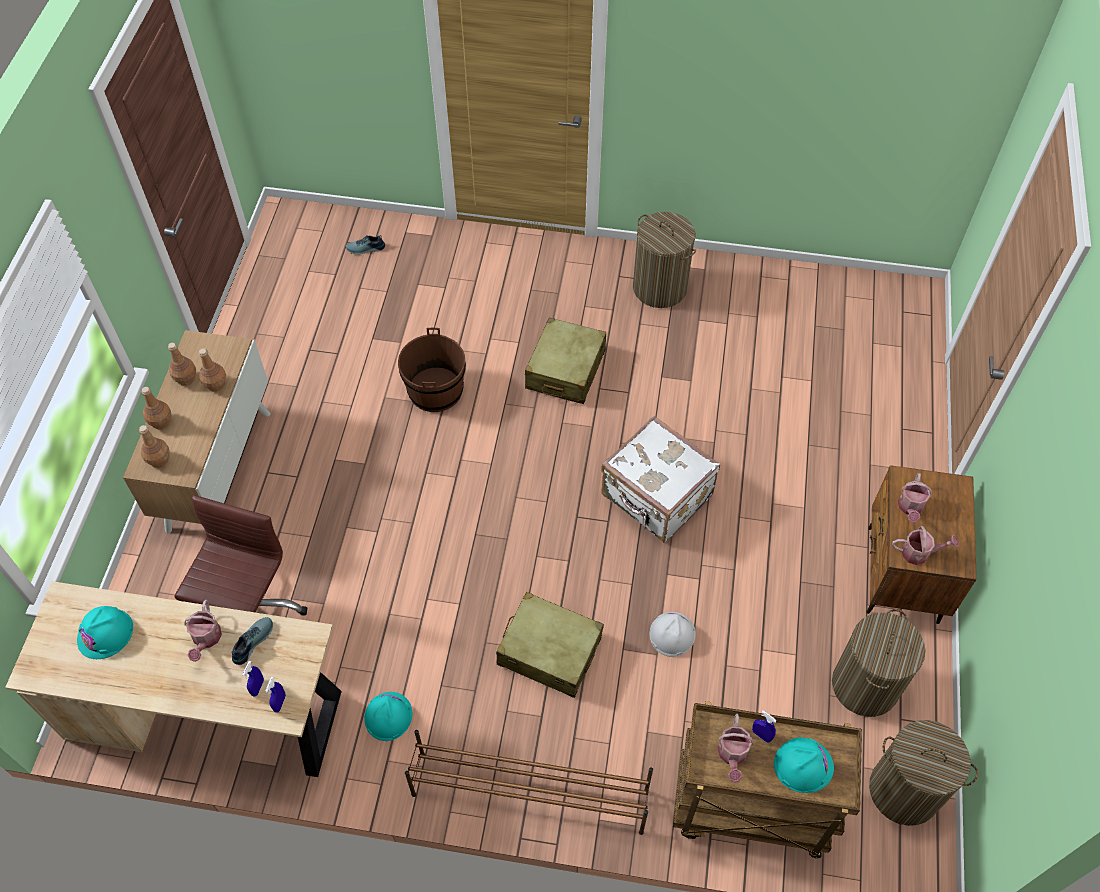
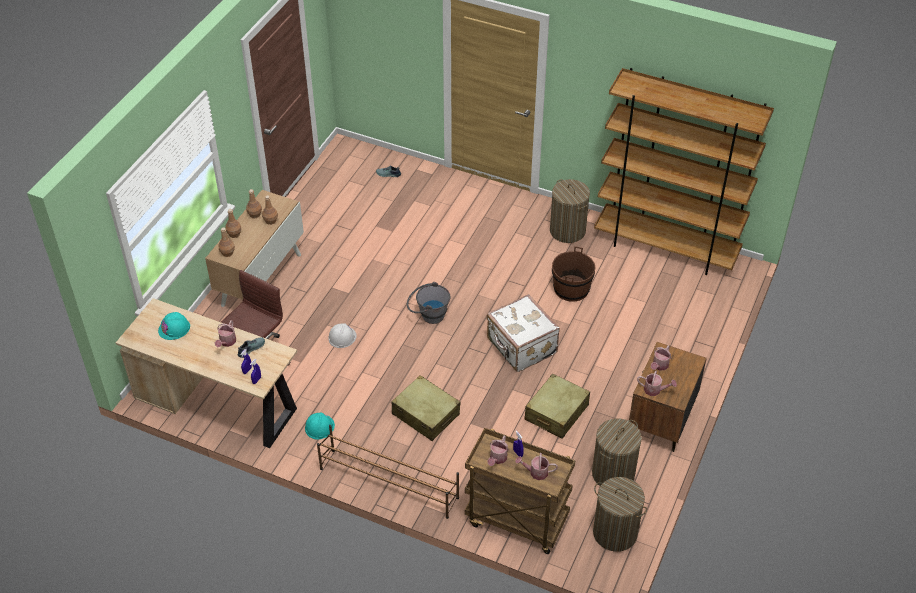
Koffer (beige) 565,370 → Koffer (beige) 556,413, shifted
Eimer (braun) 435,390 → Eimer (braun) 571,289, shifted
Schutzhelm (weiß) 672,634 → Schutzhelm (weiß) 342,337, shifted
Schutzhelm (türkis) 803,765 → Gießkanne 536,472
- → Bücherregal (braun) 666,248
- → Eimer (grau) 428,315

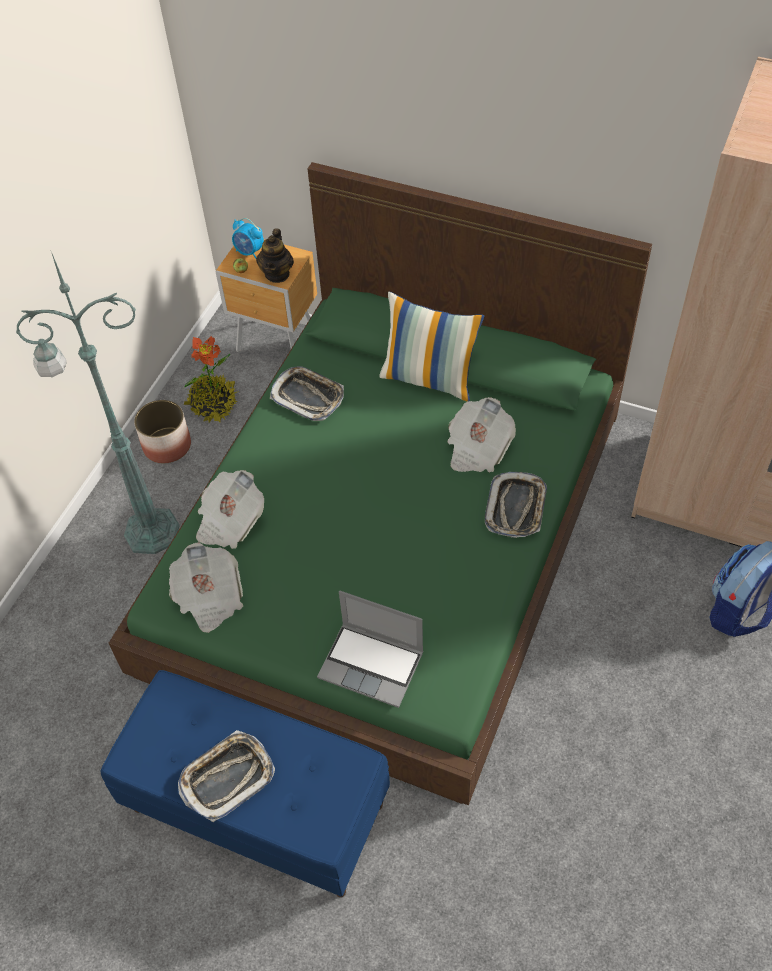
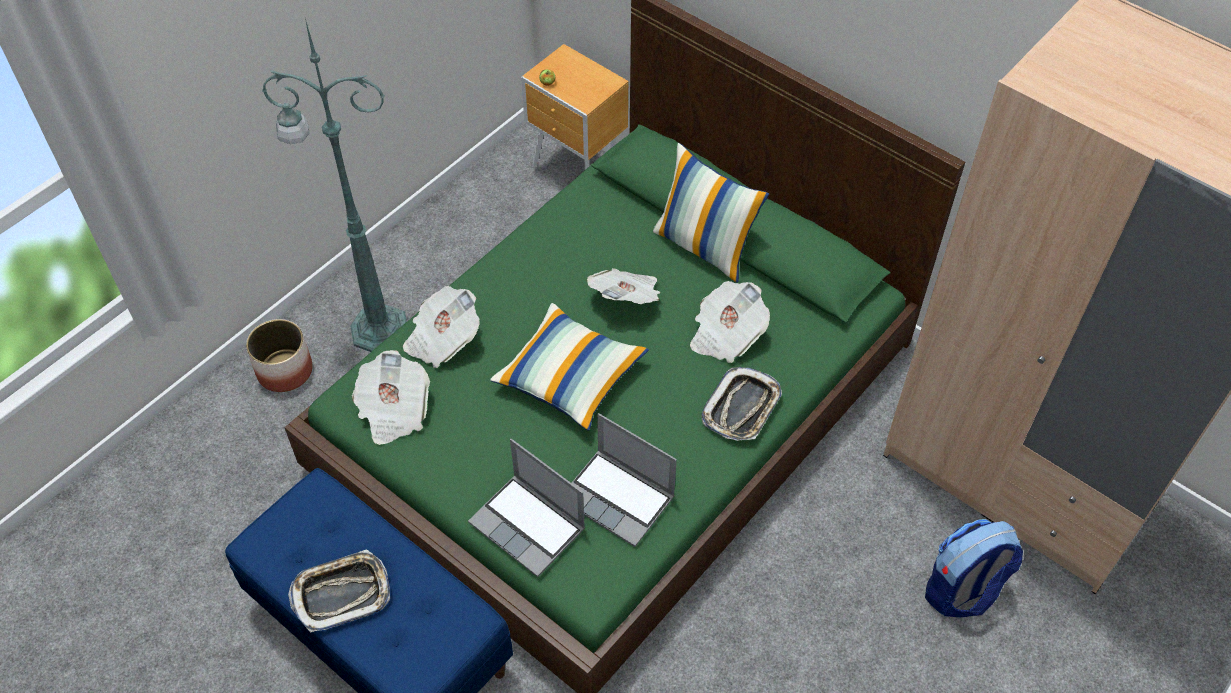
Wecker 249,252 → -
Teekanne 277,274 → -
Topfpflanze 213,405 → -
Tablett 308,397 → -
Pflanzkübel 167,445 → Pflanzkübel 285,370, shifted
- → Zeitung 627,298
- → Kissen 570,377
- → Laptop 619,498

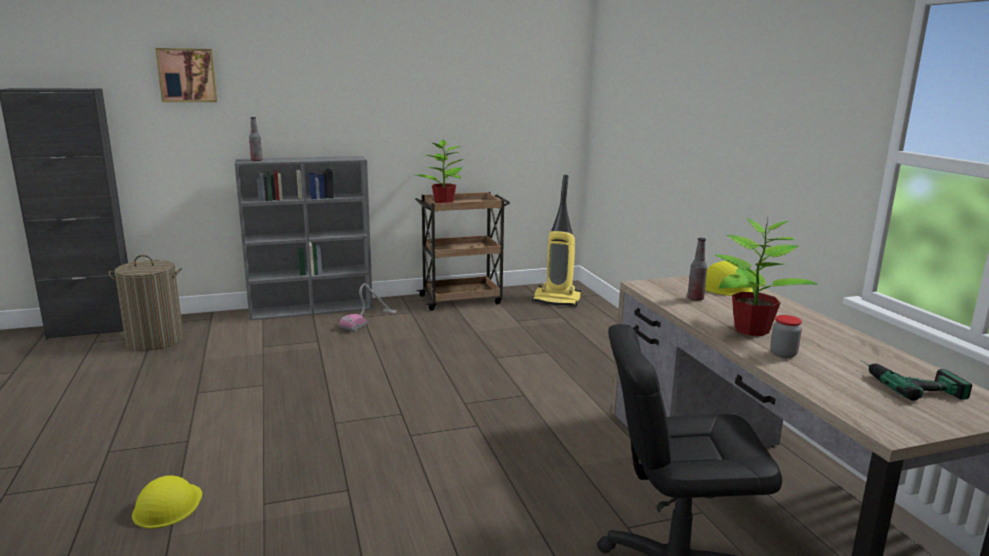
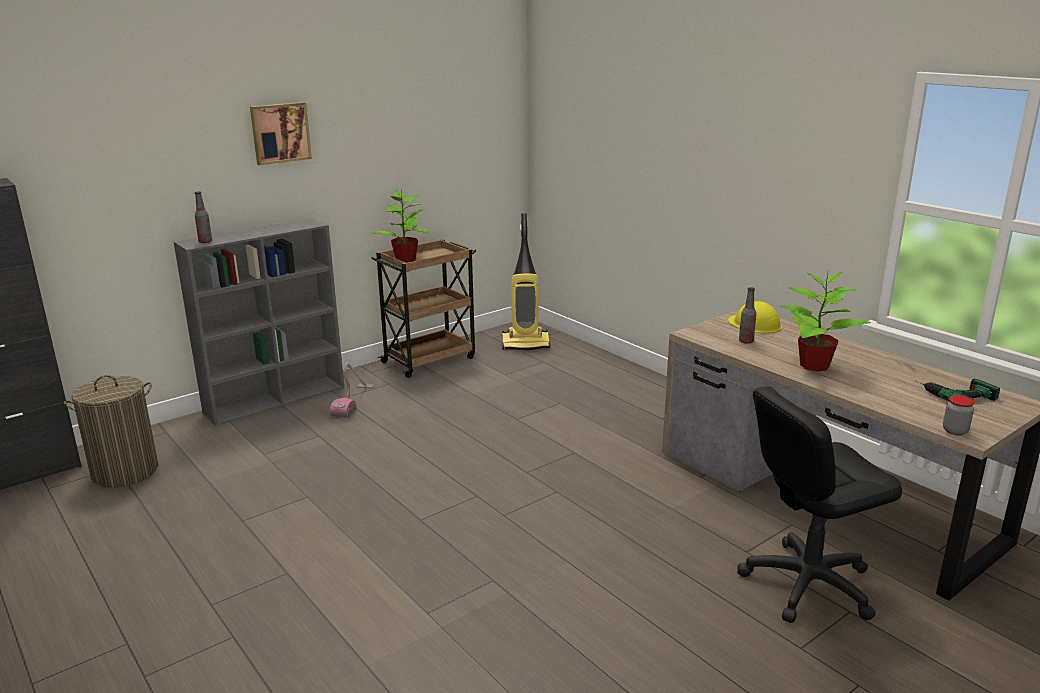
Bild 187,75 → Bild 280,133, shifted
Vorratsglas 783,354 → Vorratsglas 955,431, shifted
Schutzhelm (gelb) 167,505 → -

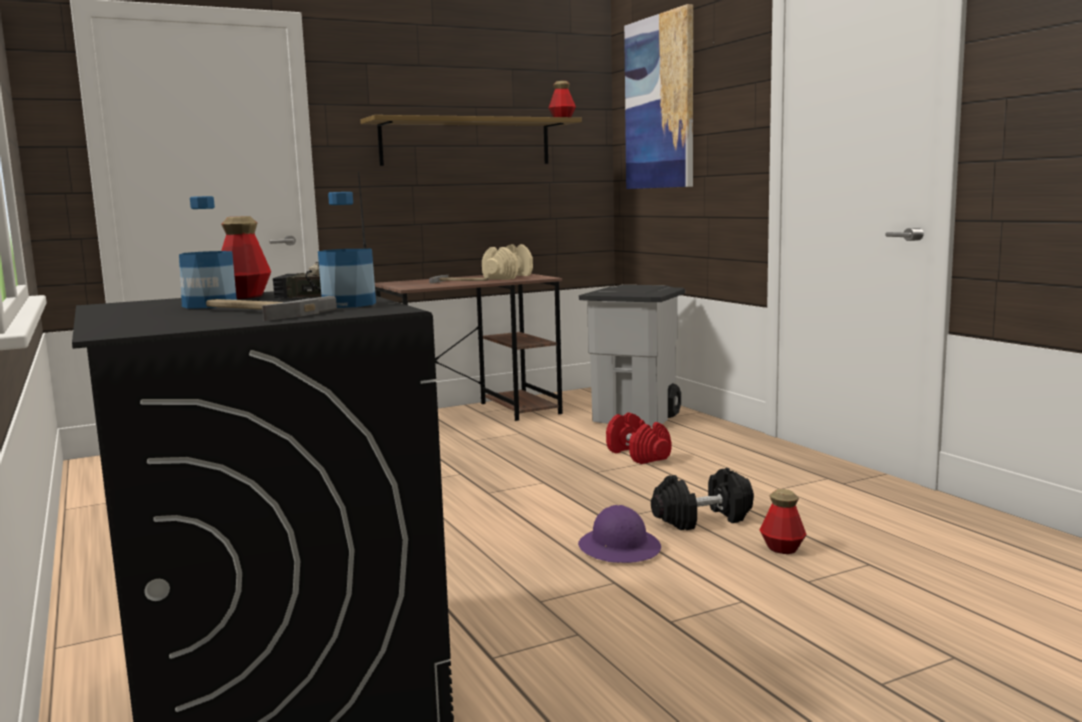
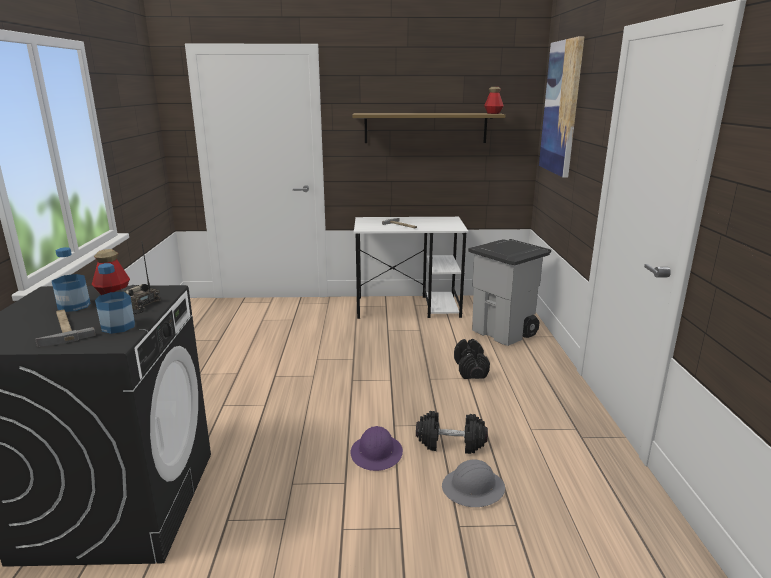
Hantel (beige) 508,277 → -
Schreibtisch (braun) 474,415 → Schreibtisch (weiß) 408,307
Hantel (rot) 638,455 → Hantel (schwarz) 471,369
Flasche 782,548 → Schutzhelm (grau) 473,488

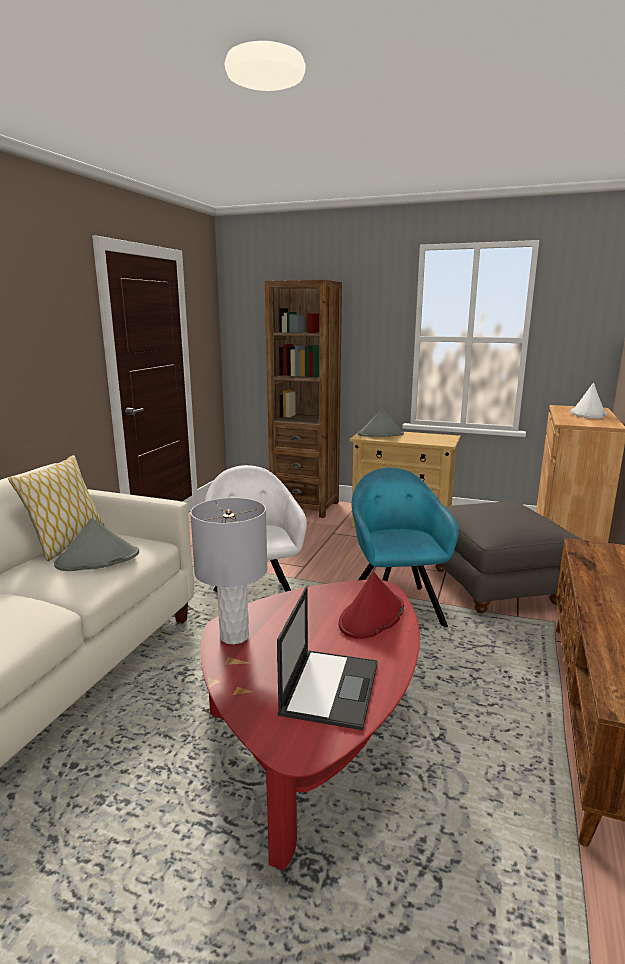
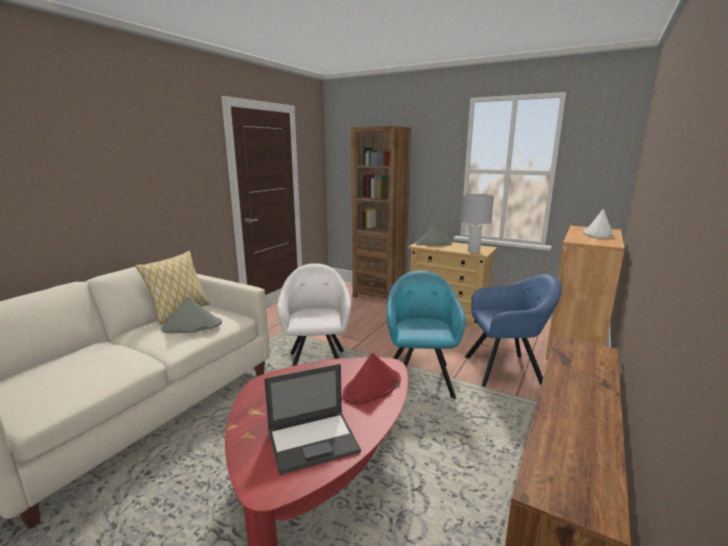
Tischlampe (grau) 235,636 → Tischlampe (grau) 474,251, shifted
Polsterhocker (grau) 495,587 → Sessel (blau) 506,369
Laptop 330,687 → Laptop 314,441, 45 degrees clockwise

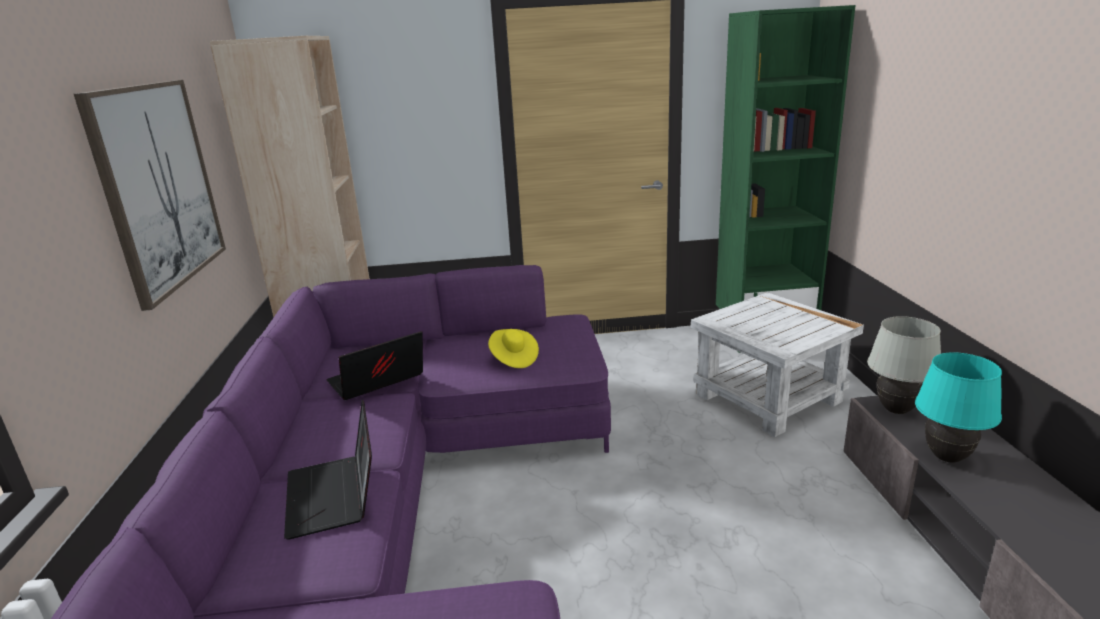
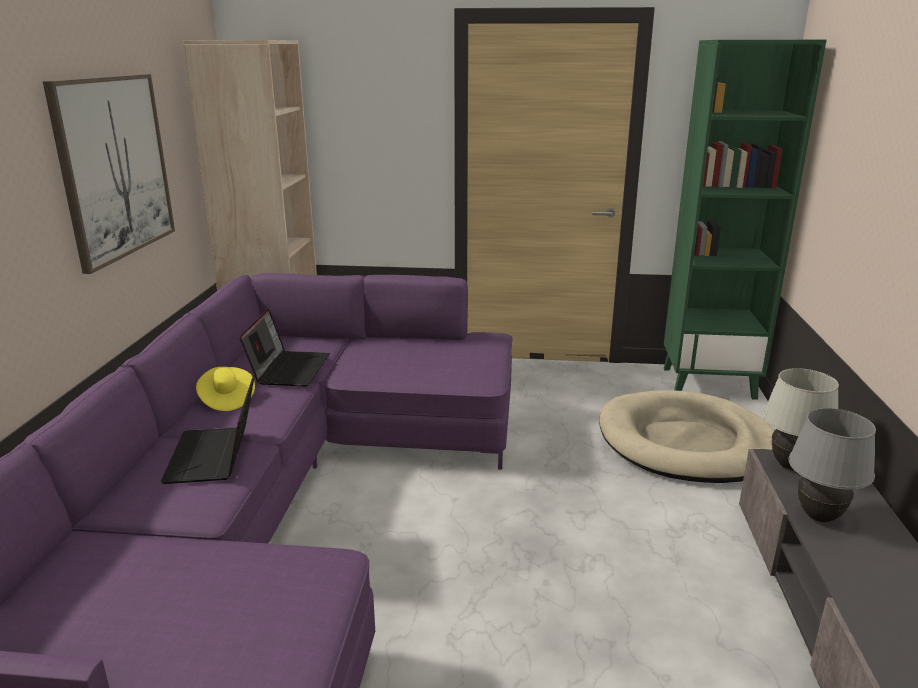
Beistelltisch (weiß) 770,398 → Hundebett (beige) 687,443
Hut (gelb) 513,359 → Hut (gelb) 226,400, shifted
Laptop 376,382 → Laptop 288,369, 120 degrees clockwise
Tischlampe (türkis) 947,457 → Tischlampe (grau) 819,517

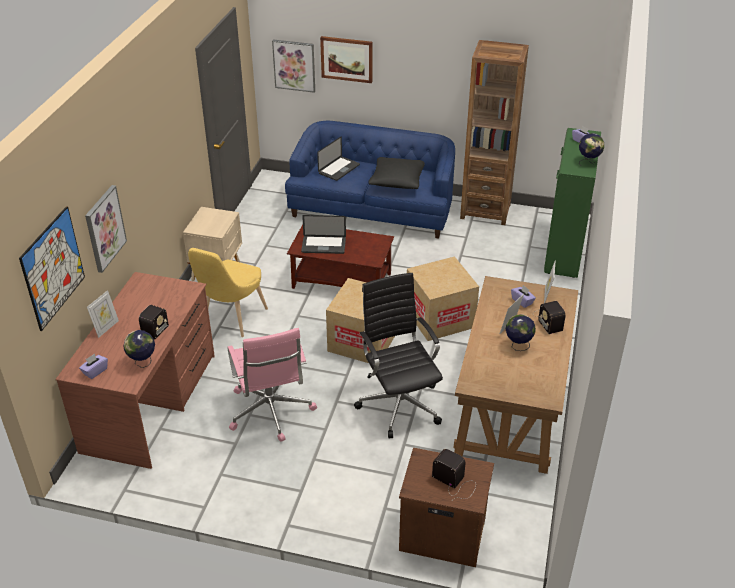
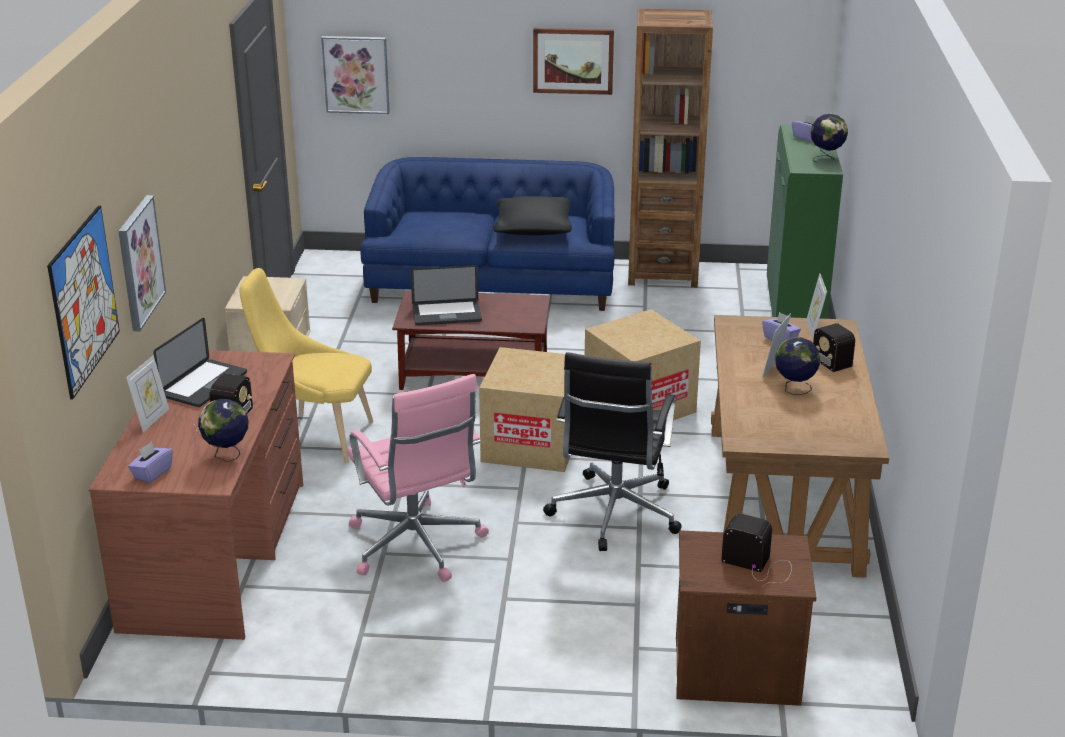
Bild 347,59 → Bild 573,60, shifted
Laptop 339,169 → Laptop 204,385, shifted
Stuhl (gelb) 232,320 → Stuhl (gelb) 316,437, 90 degrees clockwise
Bürostuhl (schwarz) 399,403 → Bürostuhl (schwarz) 613,515, 135 degrees counterclockwise

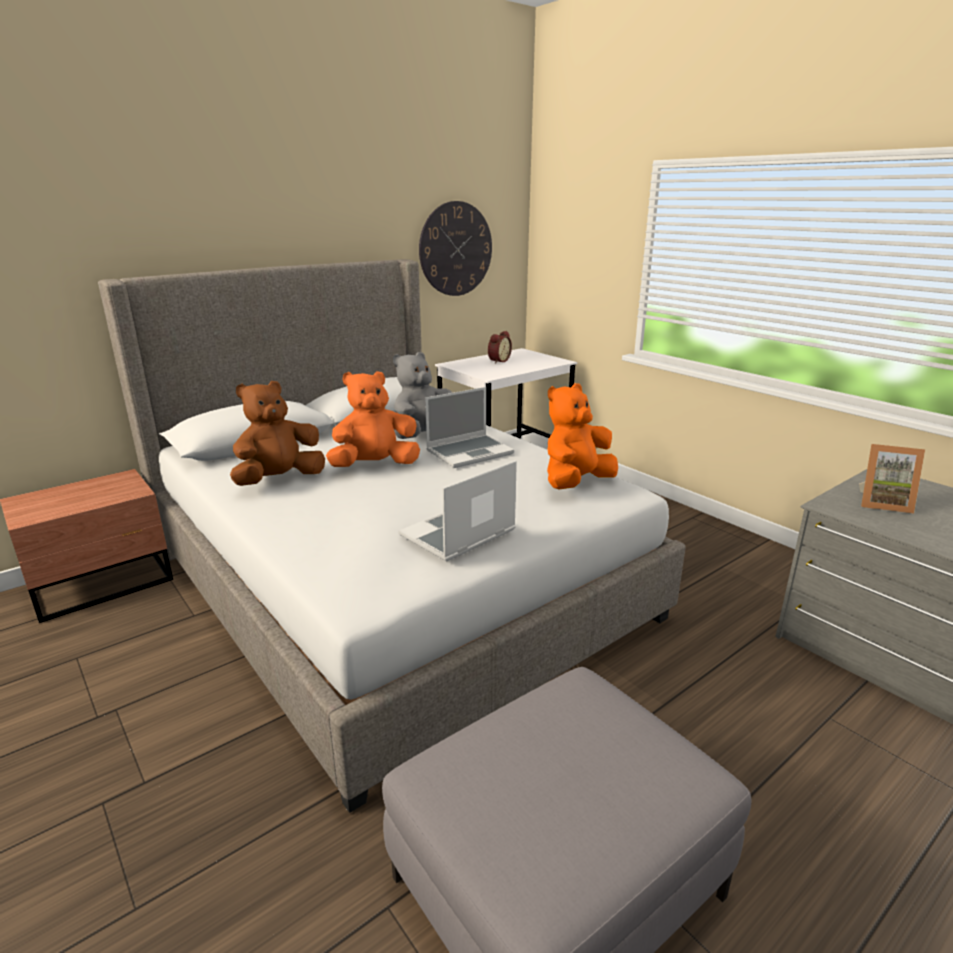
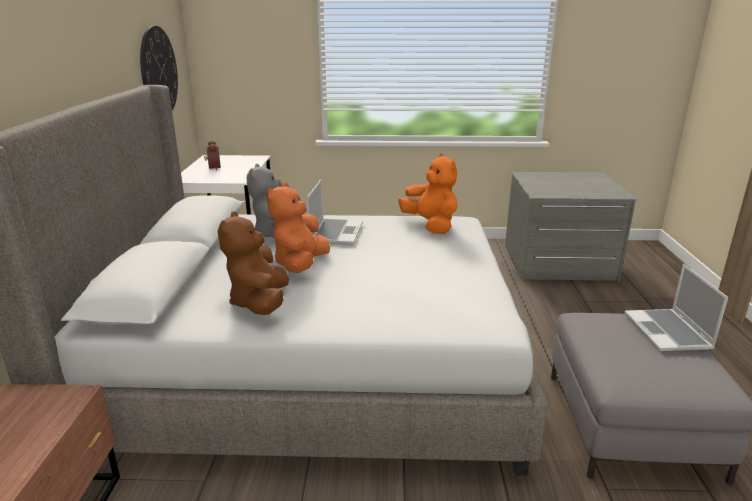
Plüschtier (orange) 576,483 → Plüschtier (orange) 431,225, 150 degrees clockwise
Bilderrahmen 883,503 → -
Laptop 458,535 → Laptop 668,332, shifted

